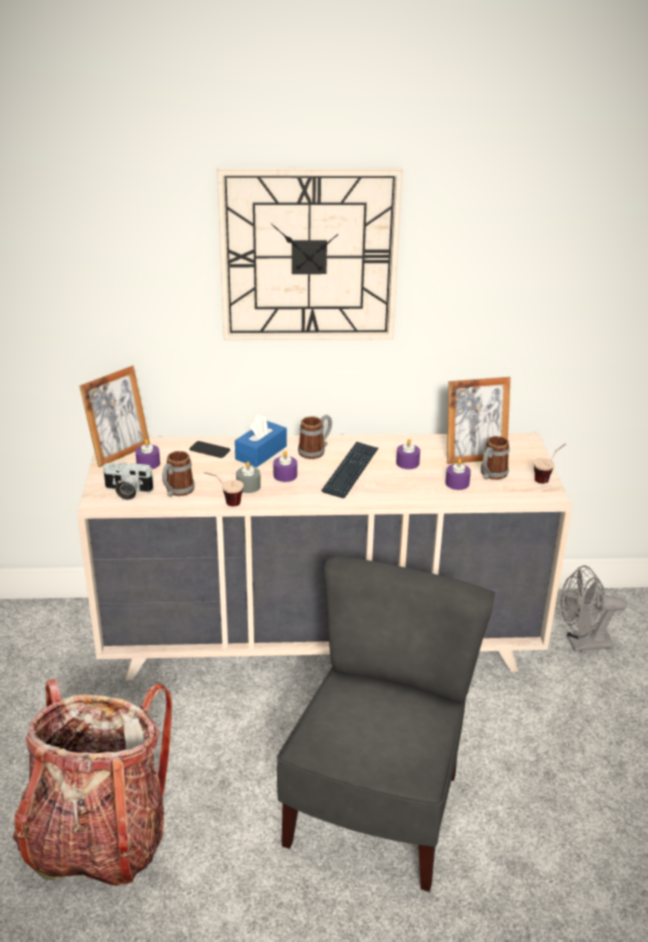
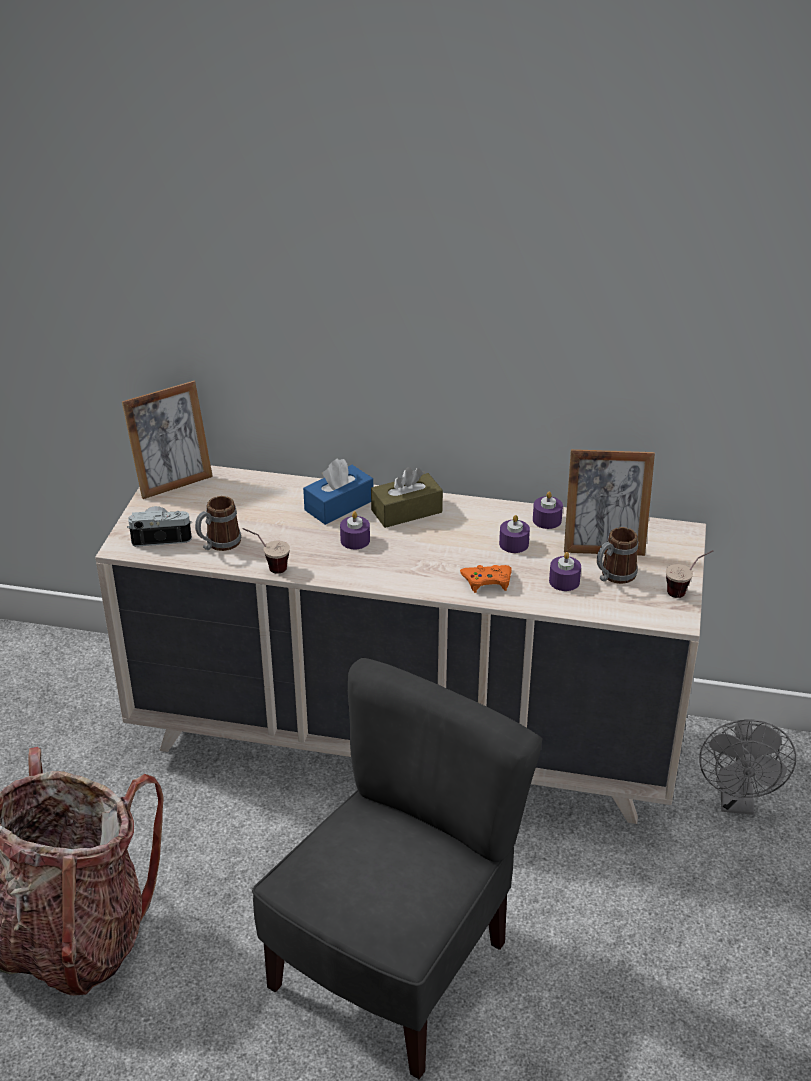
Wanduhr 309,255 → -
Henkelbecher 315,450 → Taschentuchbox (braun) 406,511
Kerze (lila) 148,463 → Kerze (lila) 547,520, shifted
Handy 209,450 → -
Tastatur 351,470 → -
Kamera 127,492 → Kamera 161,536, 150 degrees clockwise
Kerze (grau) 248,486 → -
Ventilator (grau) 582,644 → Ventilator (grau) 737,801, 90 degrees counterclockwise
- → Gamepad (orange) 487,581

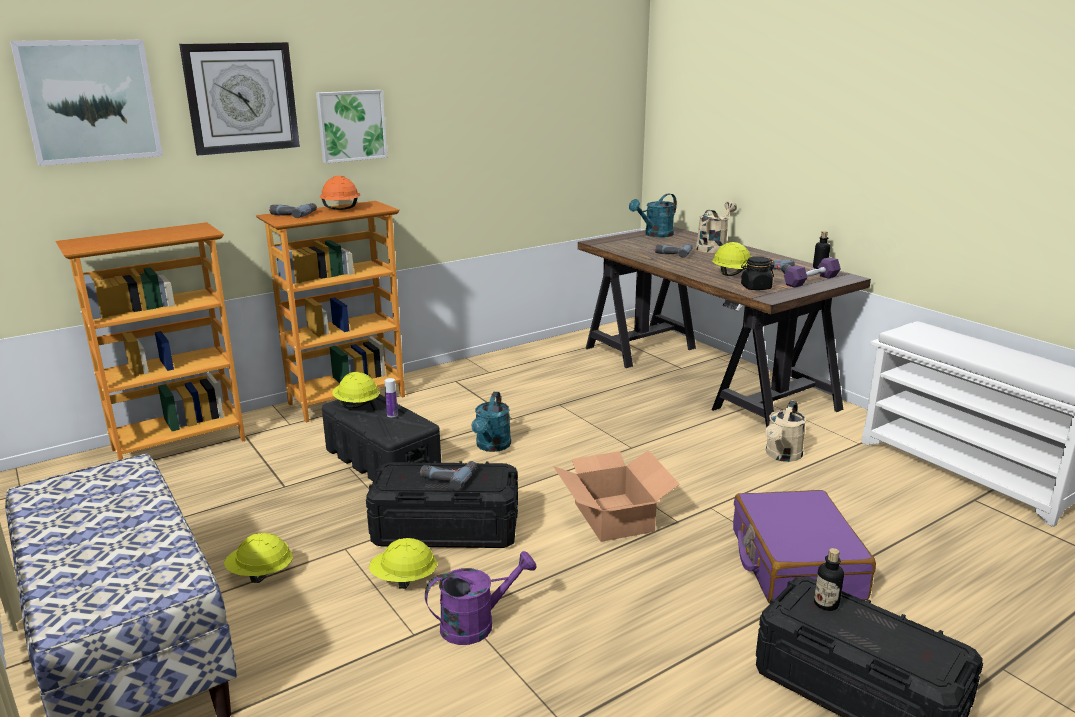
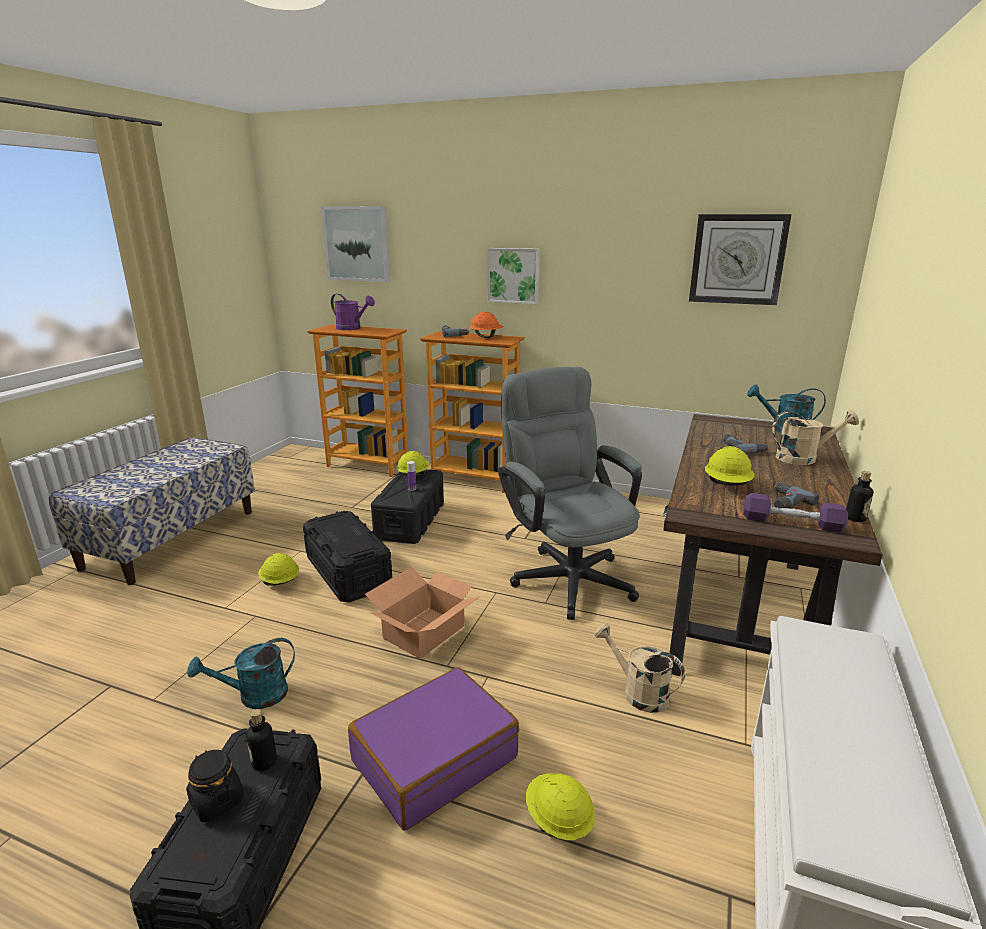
Wanduhr 241,98 → Wanduhr 737,259, shifted
Vorratsglas (schwarz) 755,288 → Vorratsglas (schwarz) 217,801, shifted
Gießkanne (türkis) 492,446 → Gießkanne (türkis) 254,696, shifted
Gießkanne (beige) 782,456 → Gießkanne (beige) 638,692, 45 degrees clockwise
Bohrmaschine 449,476 → -
Schutzhelm (gelb) 261,574 → Schutzhelm (gelb) 558,820, shifted
Gießkanne (lila) 477,624 → Gießkanne (lila) 352,328, shifted
- → Bürostuhl (grau) 566,575

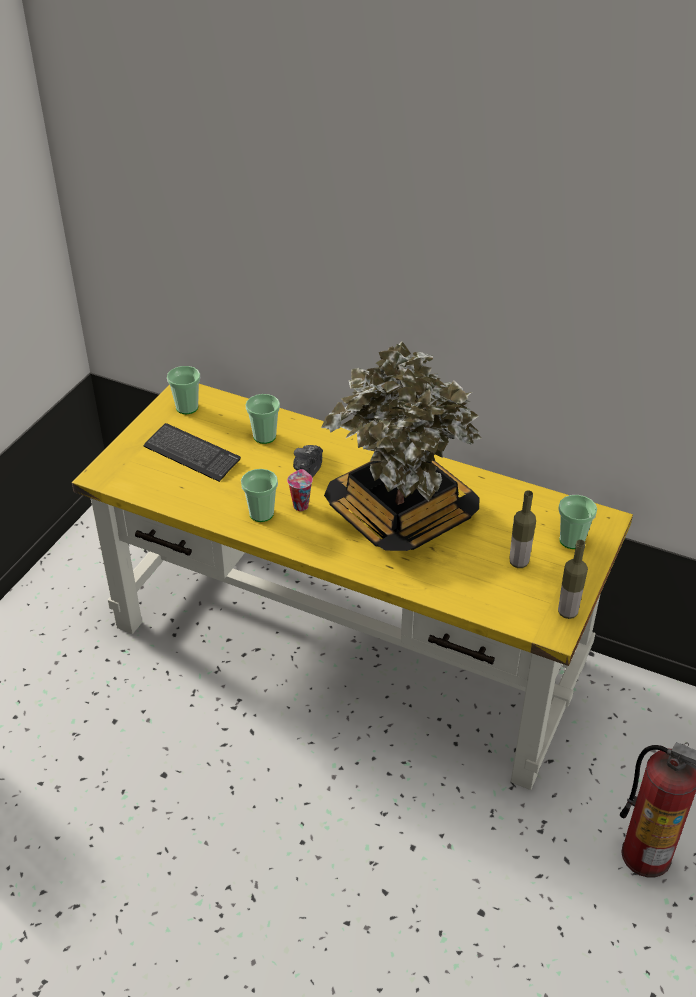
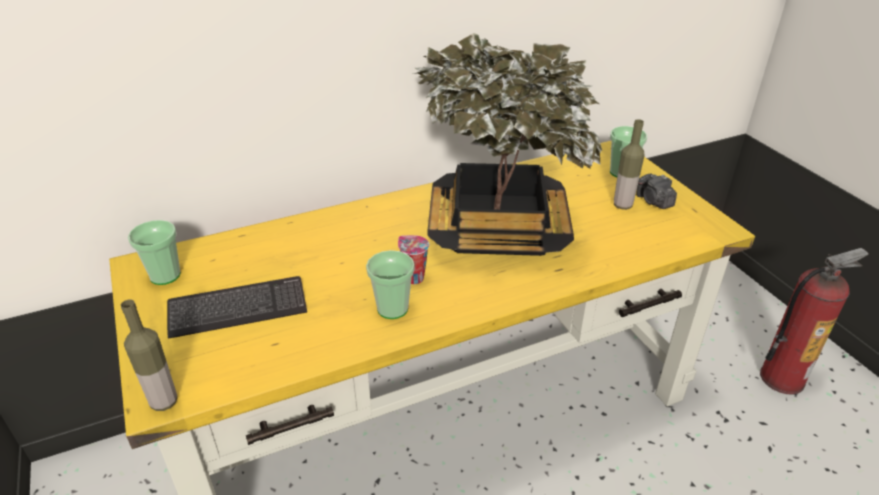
Tasse 264,436 → -
Kamera 308,470 → Kamera 653,201, shifted
Flasche 567,612 → Flasche 164,402, shifted

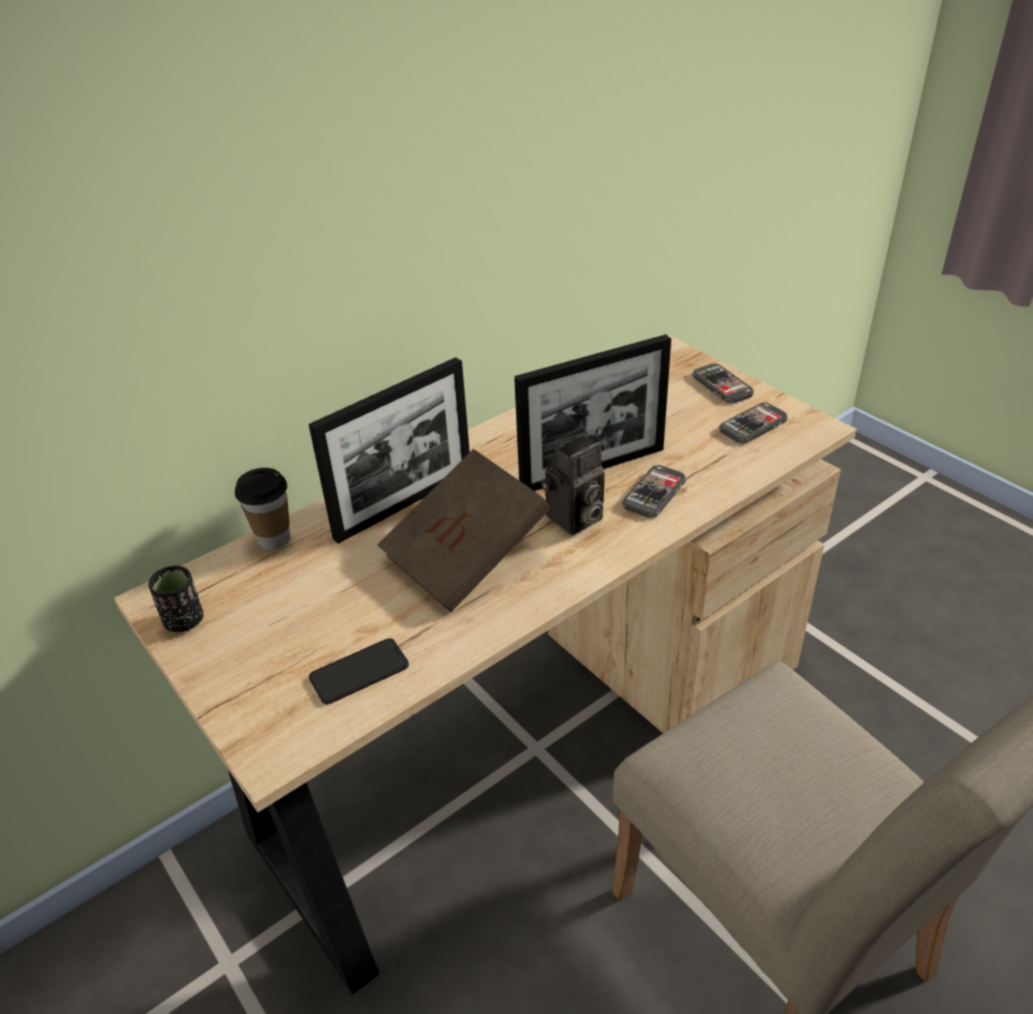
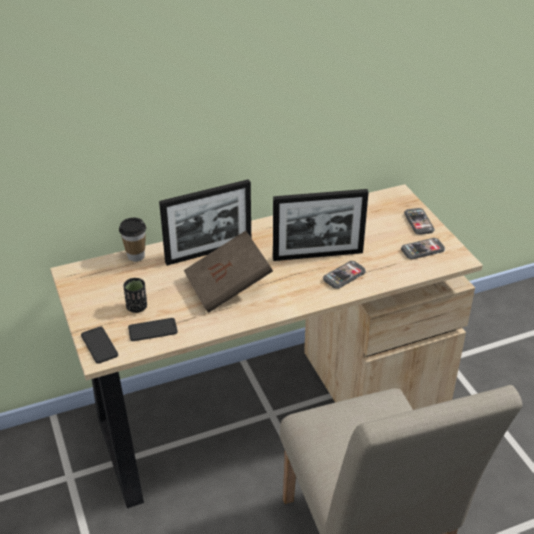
Kamera 574,520 → -
Tasse (schwarz) 184,621 → Tasse (schwarz) 137,307, shifted
- → Handy 99,345

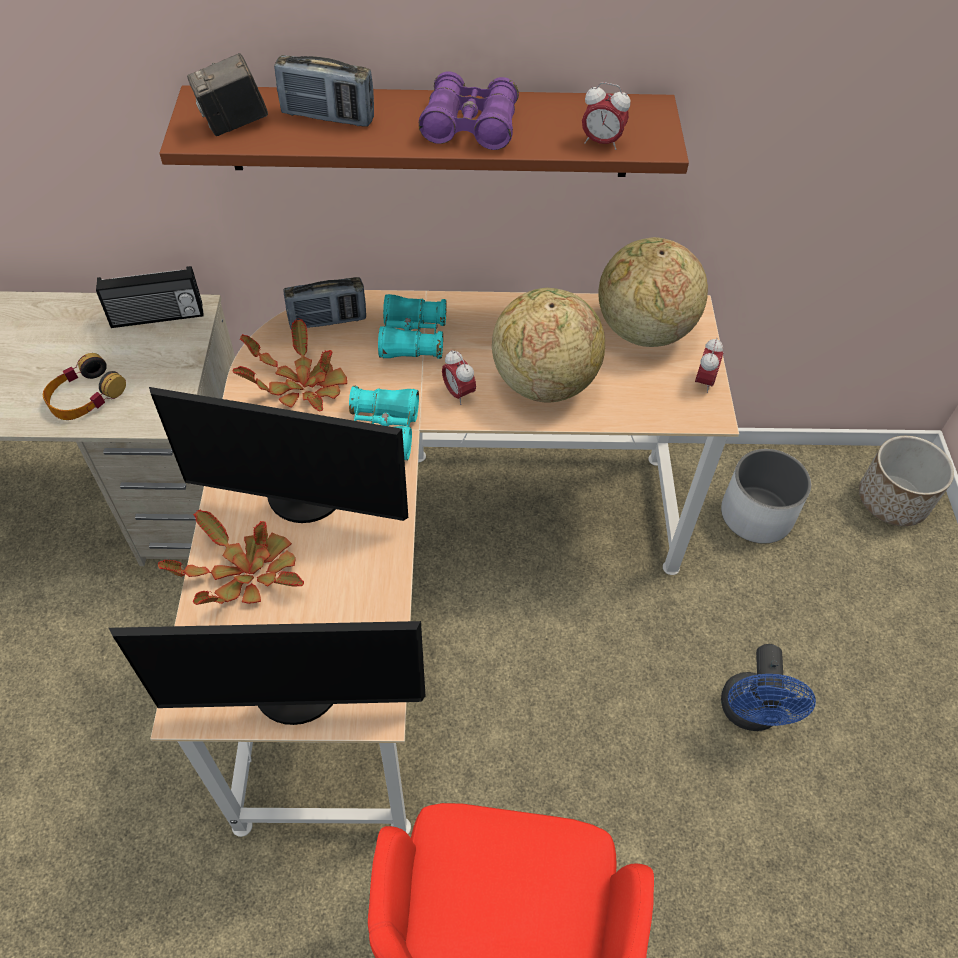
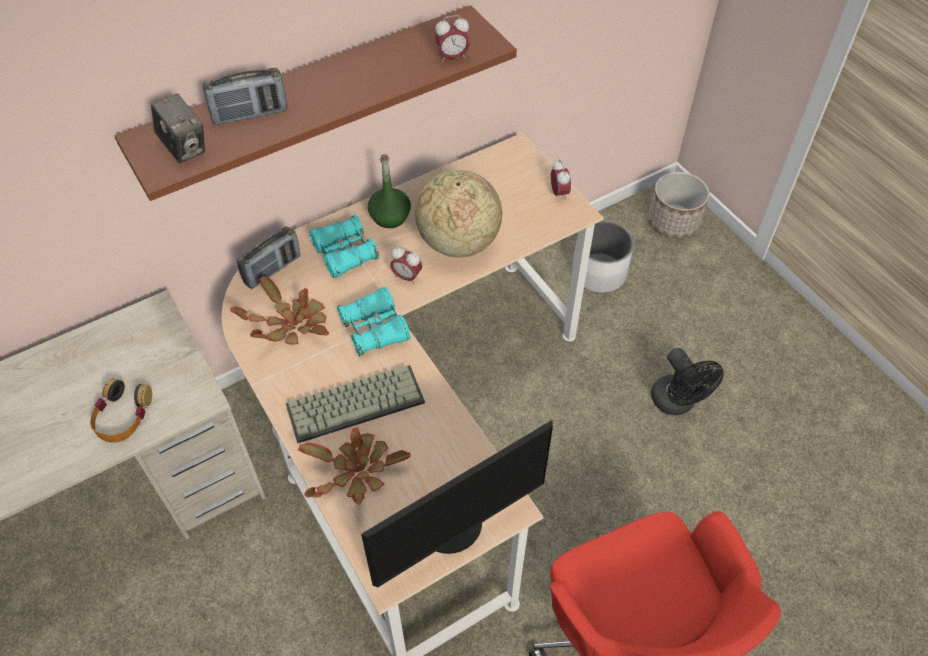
Kamera 234,124 → Kamera 184,147, 75 degrees counterclockwise
Fernglas (lila) 470,126 → -
Globus 643,331 → -
Radio 157,317 → -
Monitor 303,498 → Tastatur 356,402
Ventilator (blau) 750,714 → Ventilator (schwarz) 677,403
- → Flasche (grün) 390,217

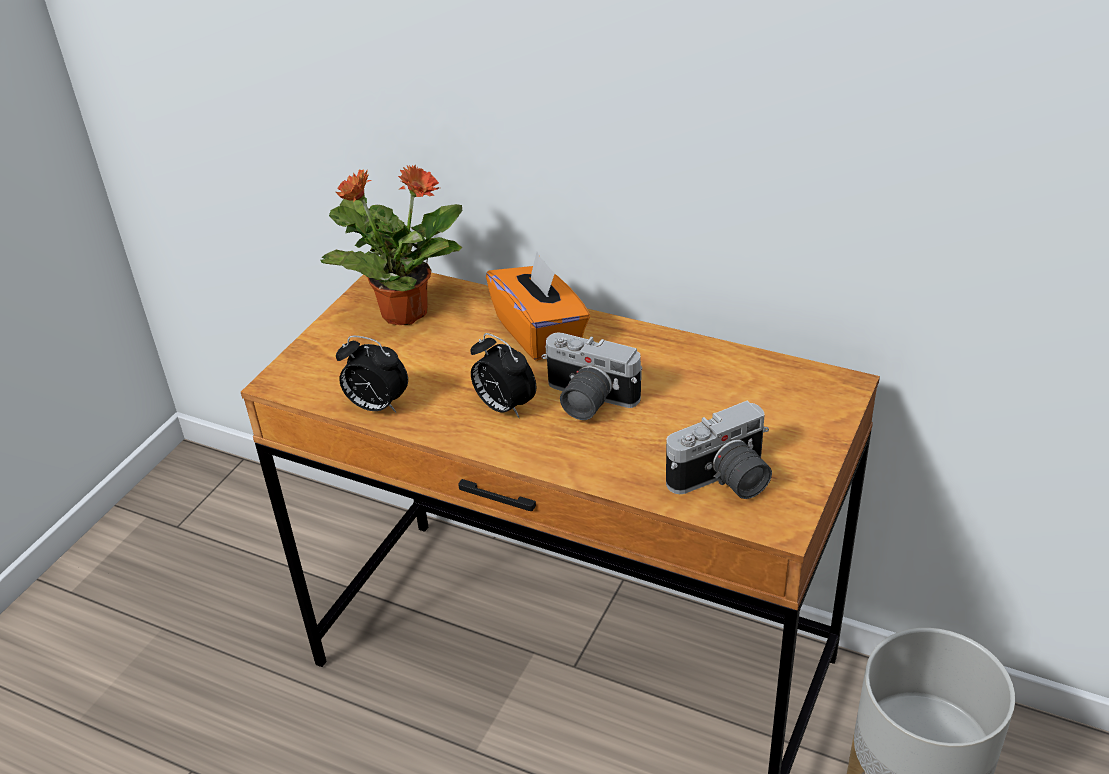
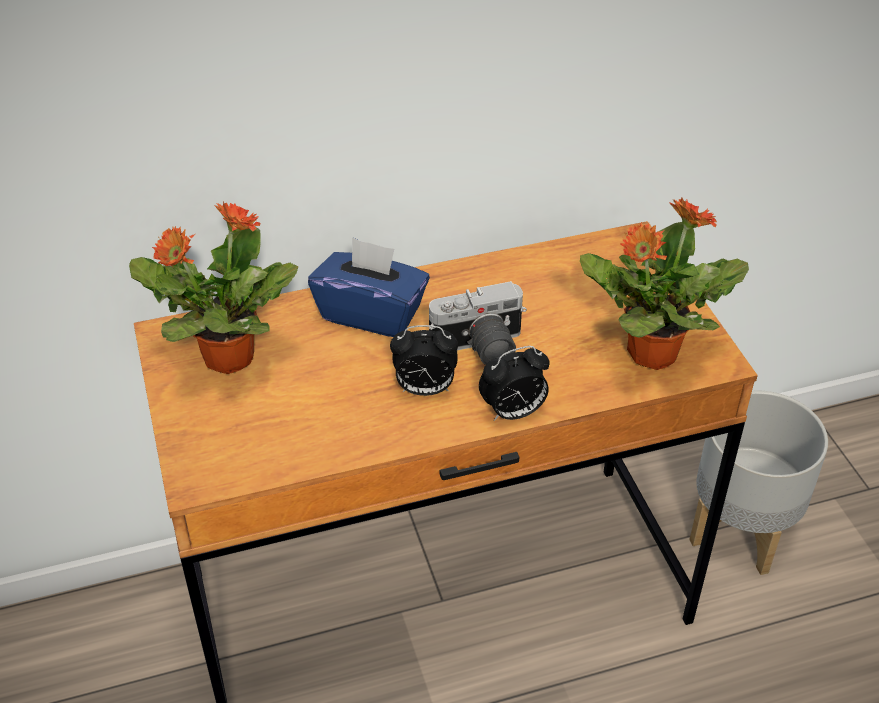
Taschentuchbox (orange) 540,333 → Taschentuchbox (blau) 371,313
Wecker 376,406 → Wecker 513,412, shifted
Kamera 724,482 → Topfpflanze 650,353

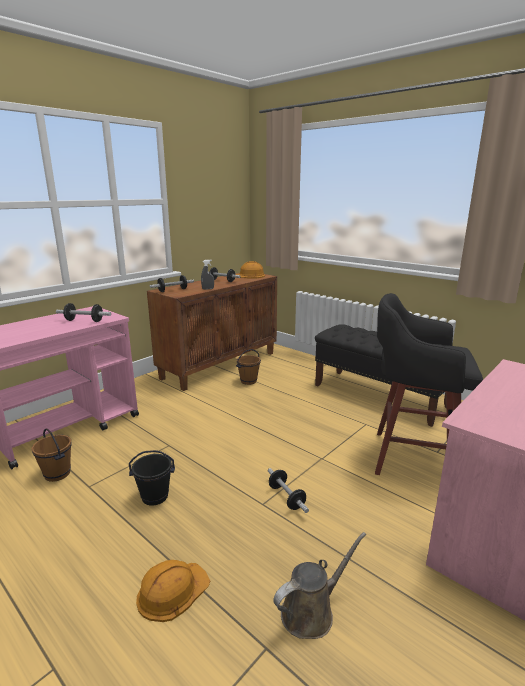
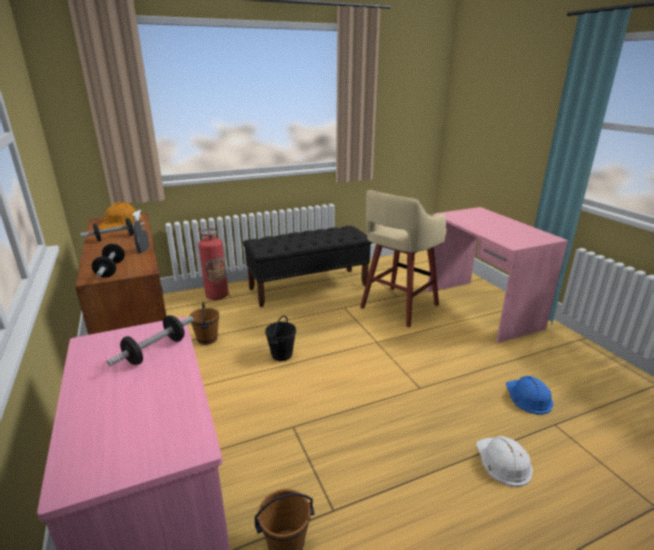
Hocker (schwarz) 411,457 → Hocker (beige) 397,307
Eimer (schwarz) 155,496 → Eimer (schwarz) 281,355, shifted
Hantel 286,497 → -
Gießkanne (braun) 311,611 → Schutzhelm (blau) 528,397
Schutzhelm (orange) 172,590 → Schutzhelm (weiß) 503,461
- → Feuerlöscher 217,296

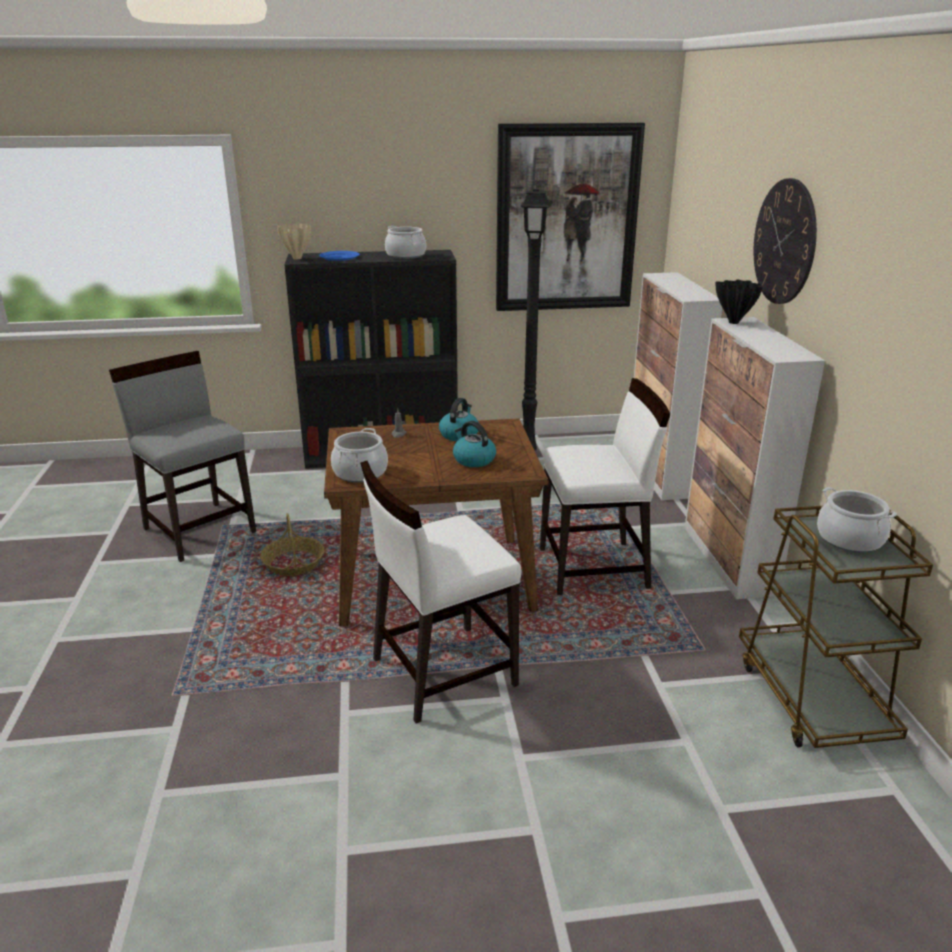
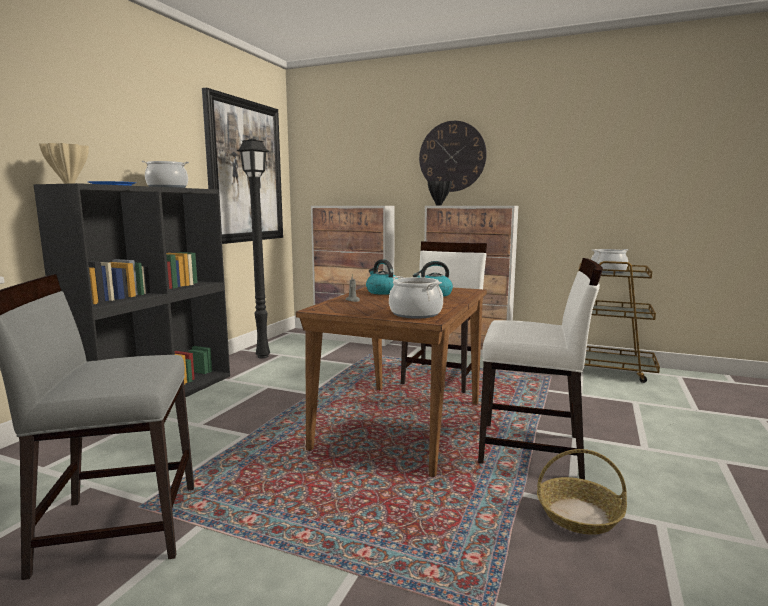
Stuhl (weiß) 442,672 → Stuhl (weiß) 531,450, 75 degrees counterclockwise
Korb 294,563 → Korb 579,515, shifted

